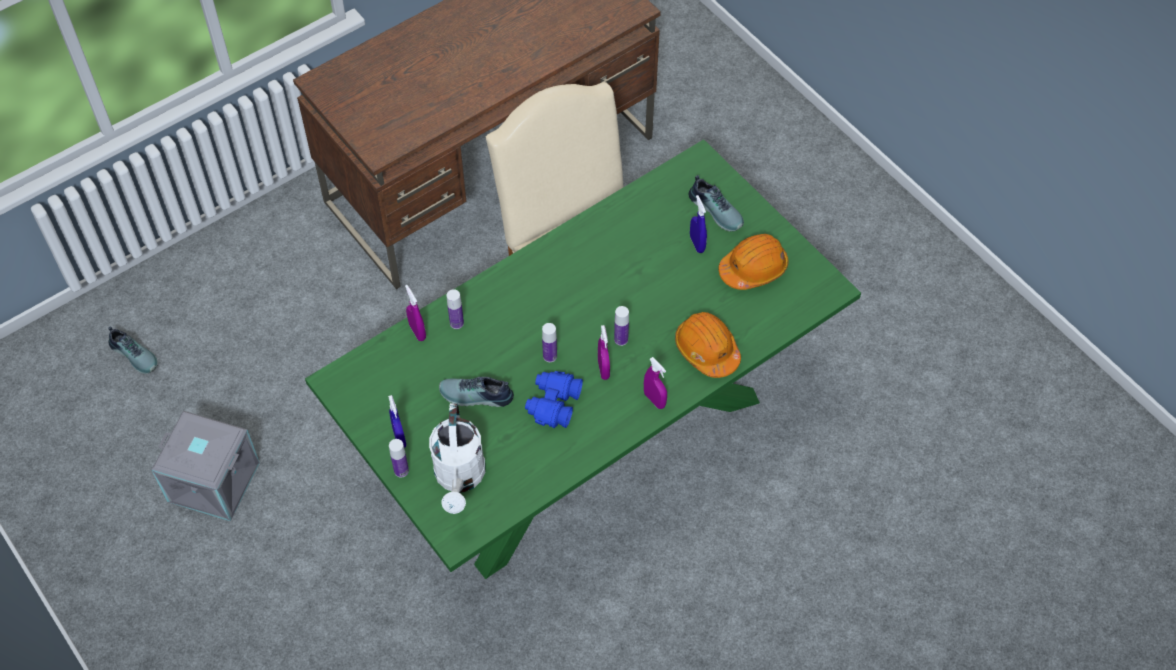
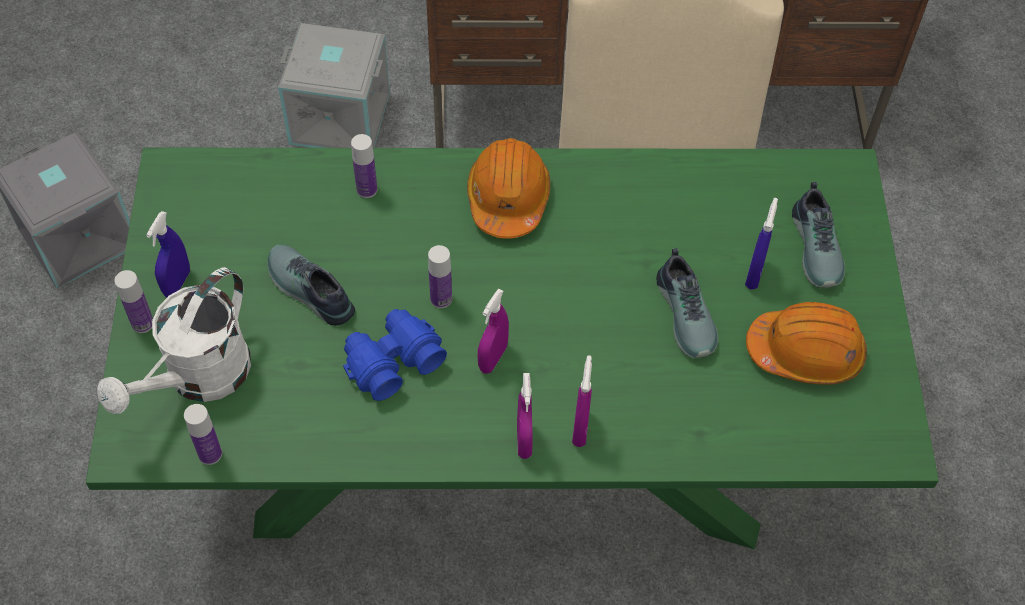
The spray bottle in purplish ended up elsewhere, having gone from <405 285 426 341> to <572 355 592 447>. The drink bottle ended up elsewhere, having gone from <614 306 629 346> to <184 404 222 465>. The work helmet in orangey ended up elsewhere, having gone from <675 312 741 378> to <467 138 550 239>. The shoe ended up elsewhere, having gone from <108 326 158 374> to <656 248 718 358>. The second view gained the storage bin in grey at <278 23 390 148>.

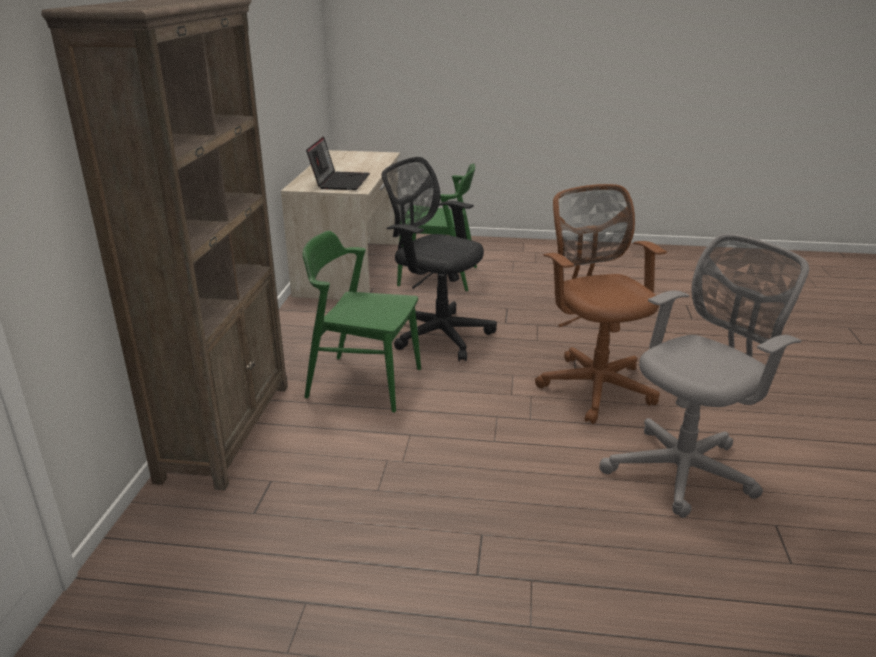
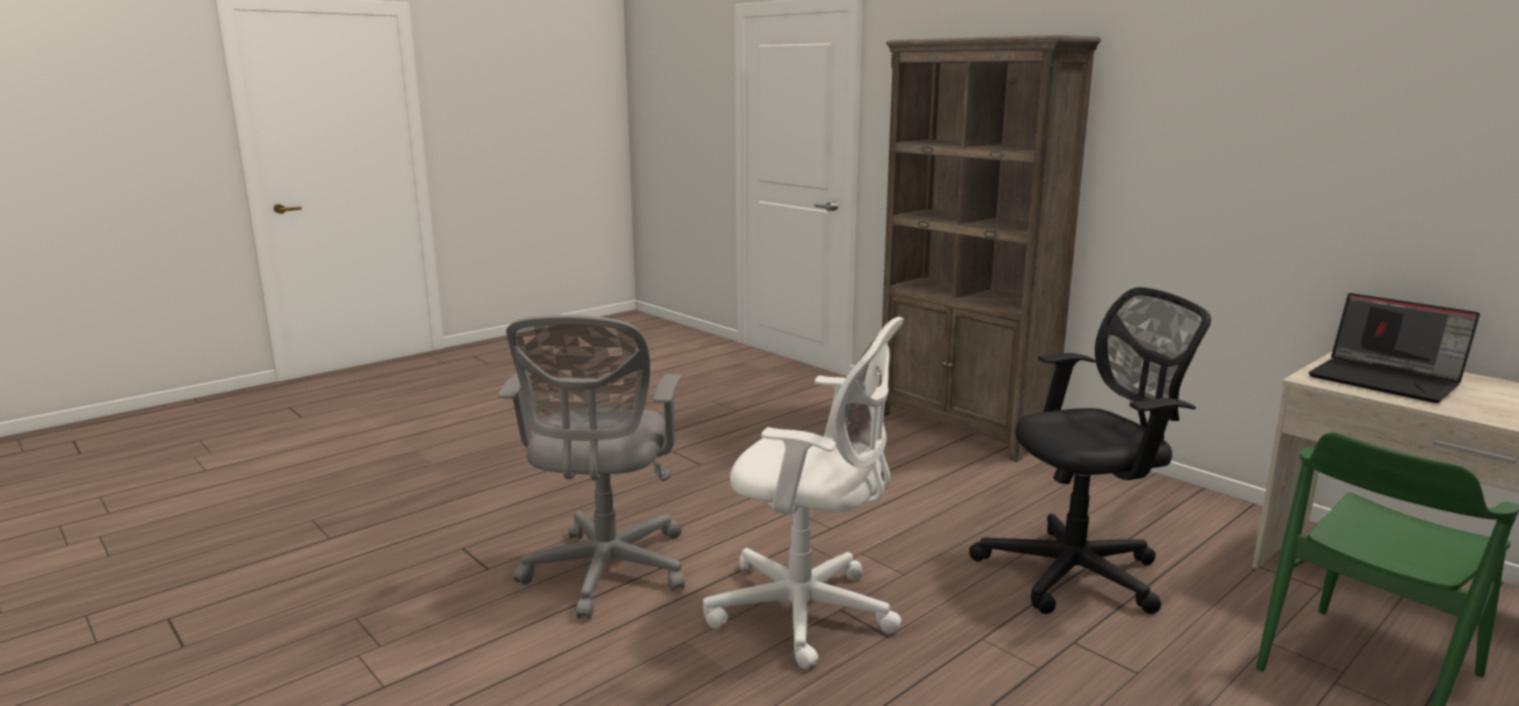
What was the computer chair in brownish at <535 184 667 424> turned into the computer chair in white at <703 317 904 670>. The second view lost the upright chair in greenish at <303 231 421 413>.

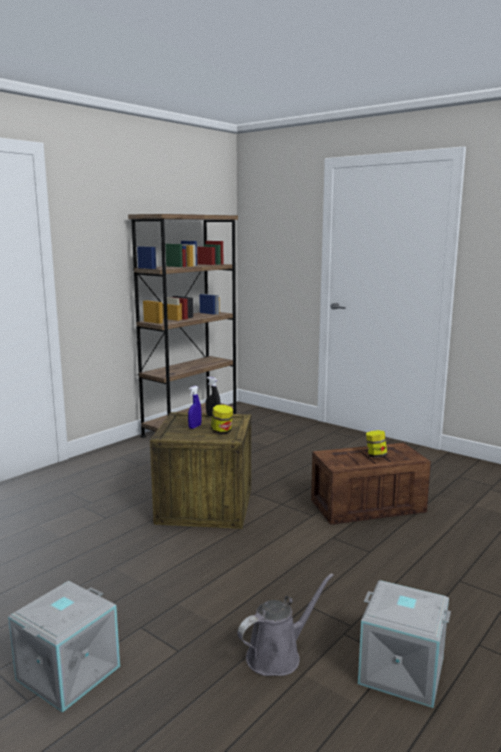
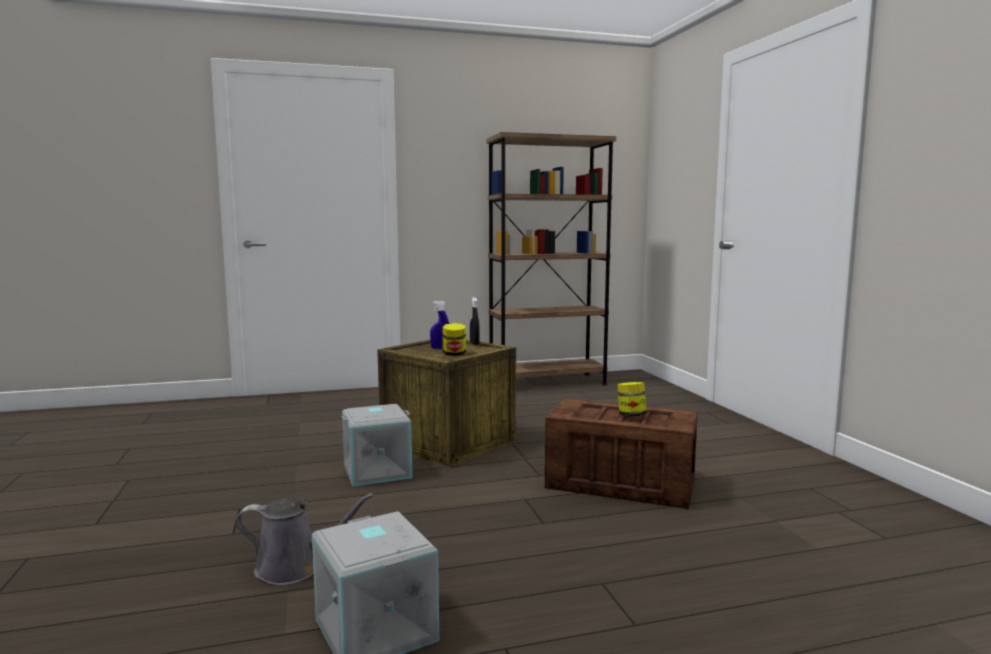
The storage bin in grey ended up elsewhere, having gone from <8 581 120 713> to <341 404 413 487>.

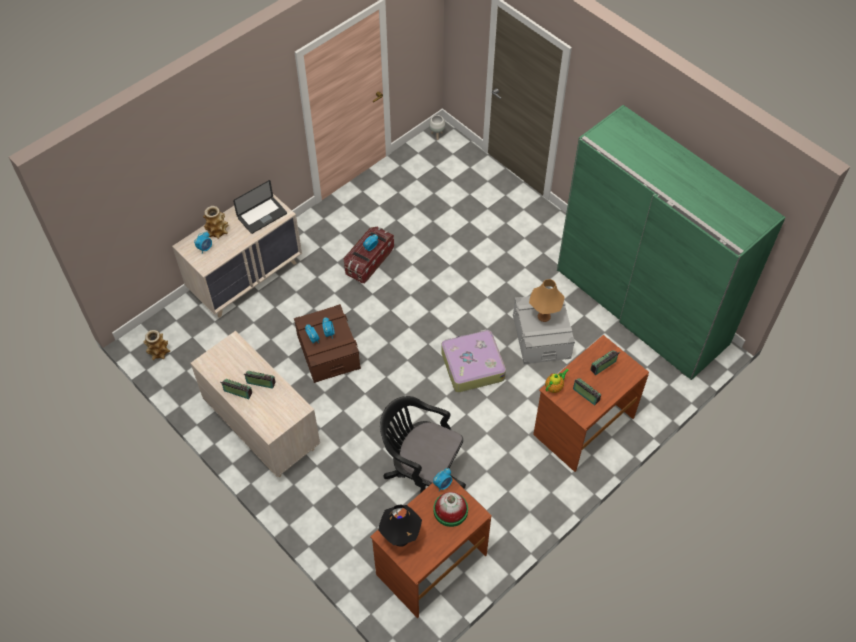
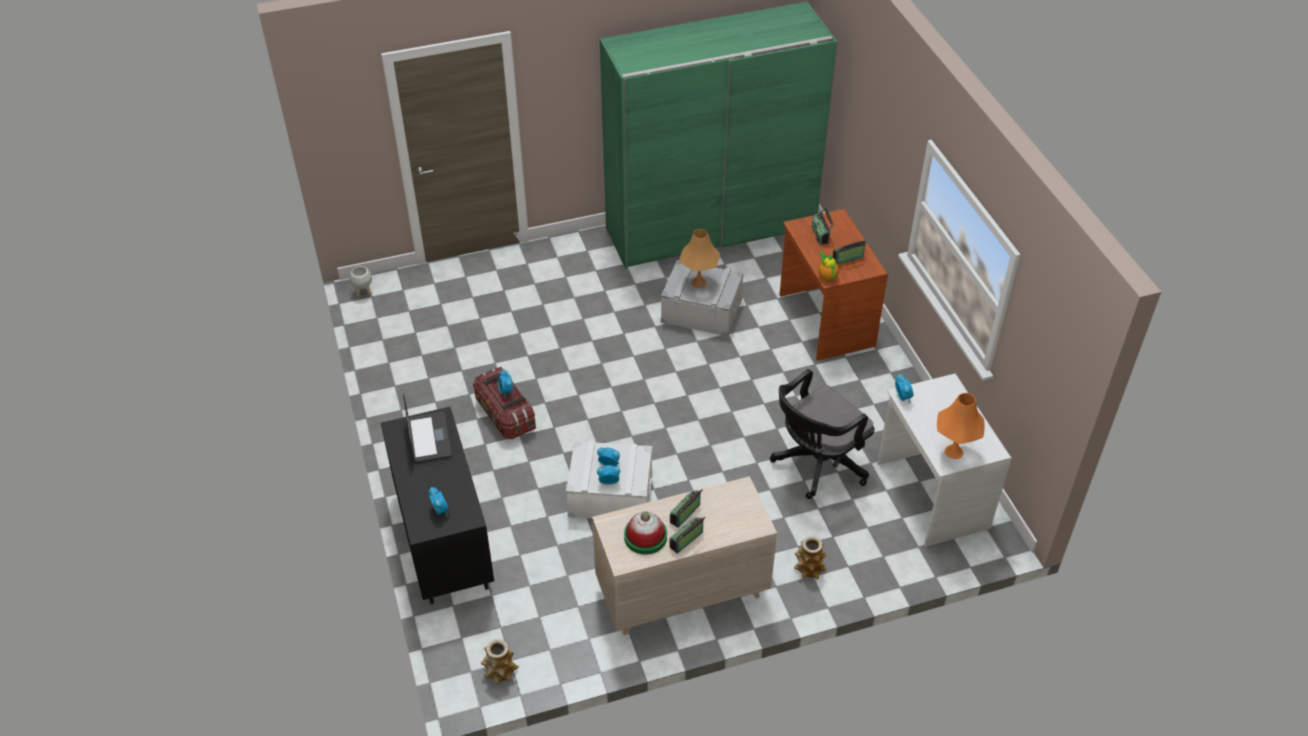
What was the dresser in beige-coloured at <172 194 302 318> turned into the dresser in black at <381 406 494 604>. The vase ended up elsewhere, having gone from <203 206 229 239> to <794 536 826 579>. What was the storage bin in brownish at <294 304 361 383> turned into the storage bin in white at <566 441 652 518>. The second view lost the piece of luggage at <441 329 506 392>. What was the desk in brownish at <370 478 492 618> turned into the desk in white at <877 374 1012 547>. The hat ended up elsewhere, having gone from <434 492 468 527> to <624 511 667 555>. What was the tabletop lamp in black at <378 505 422 547> turned into the tabletop lamp in orangey at <937 393 985 459>.

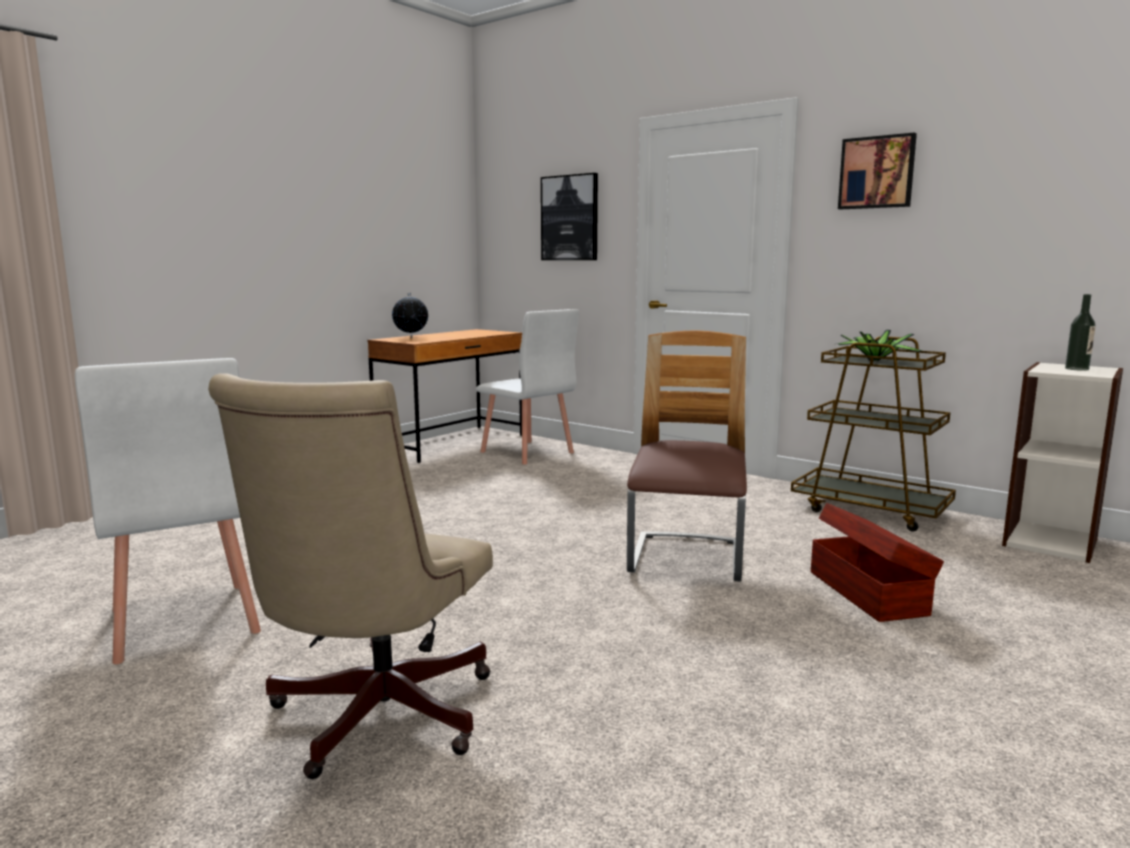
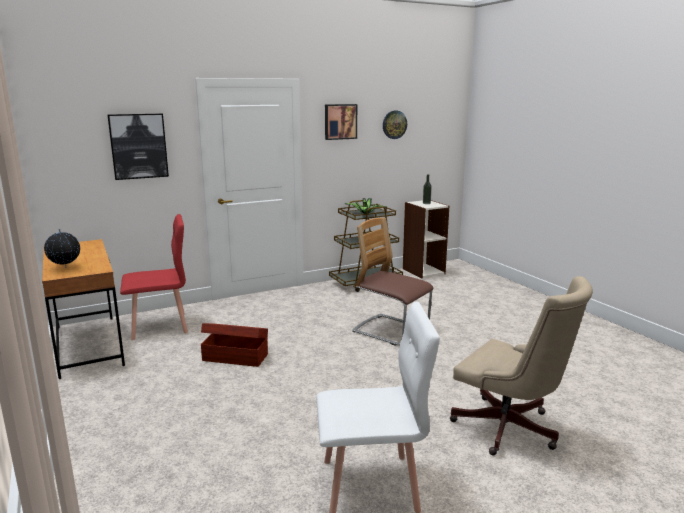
What was the upright chair in white at <476 309 579 465> turned into the upright chair in red-coloured at <120 214 188 340>. The storage bin in brownish ended up elsewhere, having gone from <811 503 944 622> to <201 323 268 367>. The second view gained the clock on the wall at <383 111 407 139>.

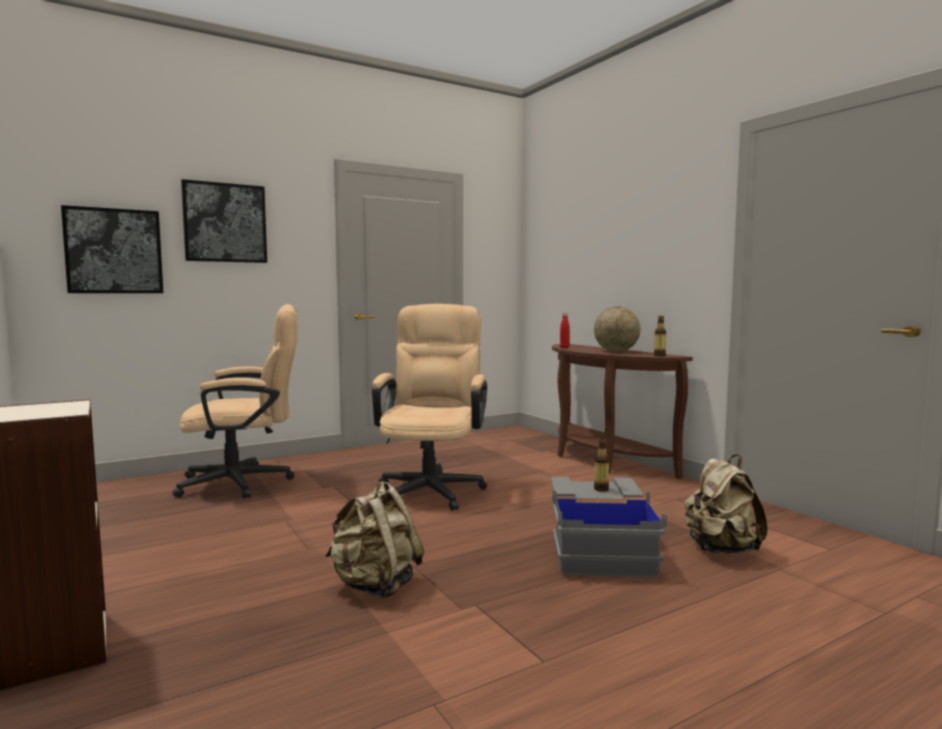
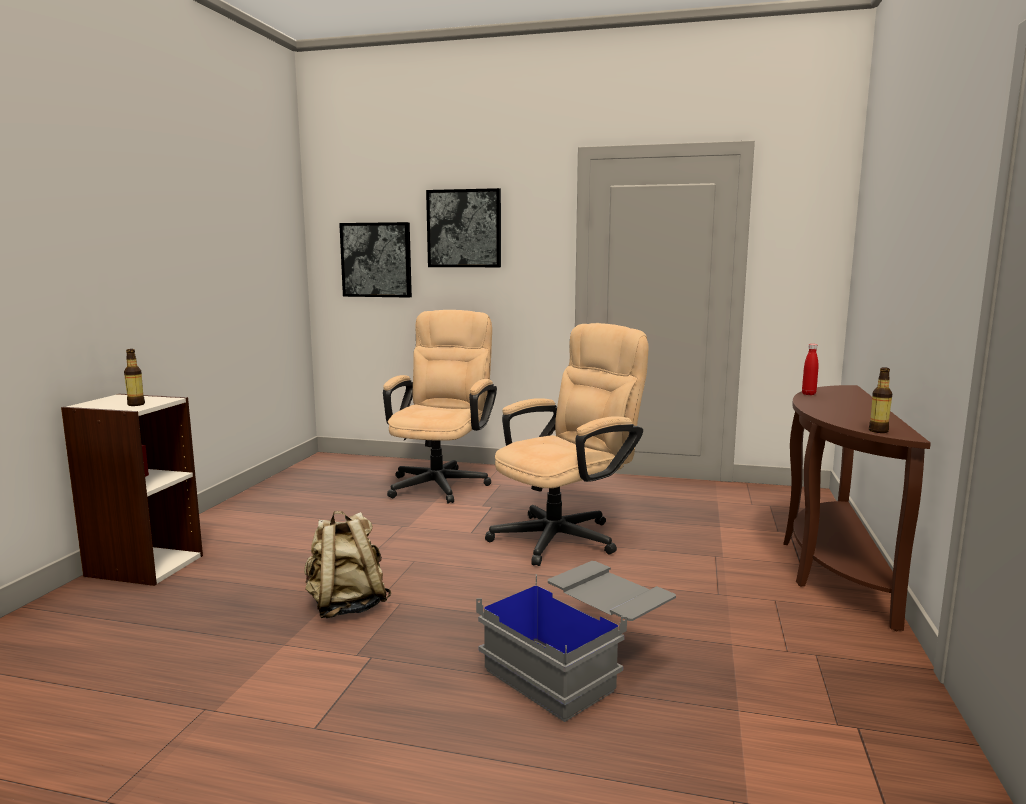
The computer chair in beige-coloured at <172 304 298 498> ended up facing another way, 105 degrees counterclockwise from before. The second view lost the desk globe at <594 307 640 352>. The drink bottle ended up elsewhere, having gone from <594 438 609 492> to <124 349 145 406>. The second view lost the backpack in beige-coloured at <684 454 767 553>.

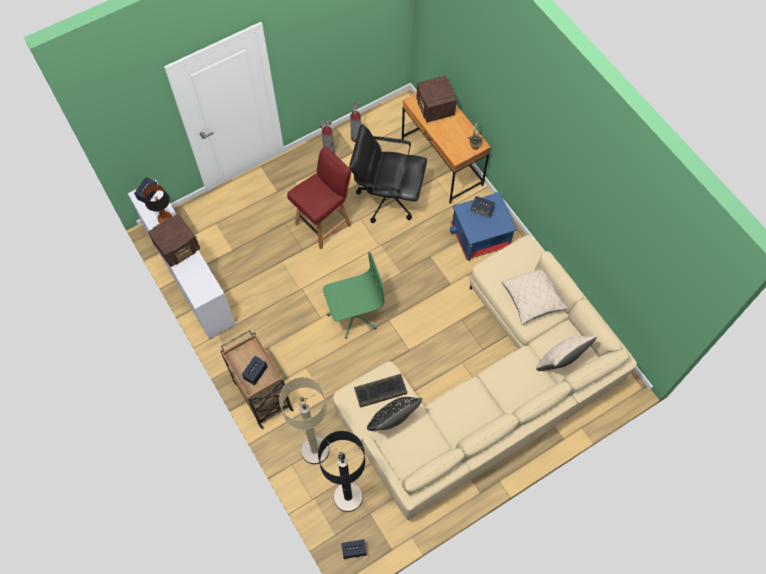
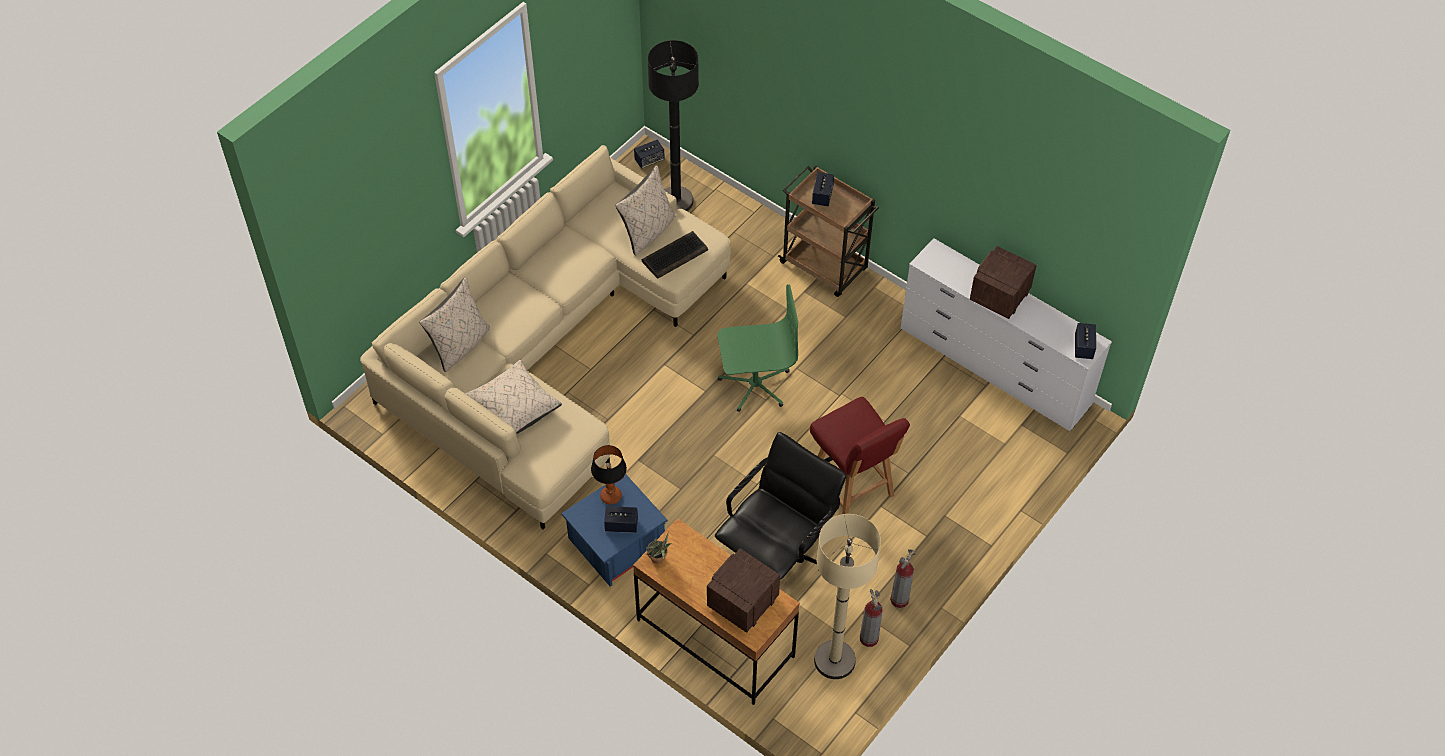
The radio at <416 75 457 123> ended up facing another way, 105 degrees counterclockwise from before. The computer chair in black at <349 124 427 223> ended up facing another way, 45 degrees counterclockwise from before. The upright chair in red-coloured at <287 147 352 249> ended up facing another way, 60 degrees counterclockwise from before. The tabletop lamp ended up elsewhere, having gone from <144 184 172 223> to <591 445 627 505>. The computer chair in greenish at <323 252 384 339> ended up facing another way, 150 degrees counterclockwise from before. The standing lamp in beige-coloured ended up elsewhere, having gone from <279 377 329 464> to <814 514 881 679>. What was the cushion in black at <367 397 422 431> turned into the cushion in beige-coloured at <615 165 676 255>.

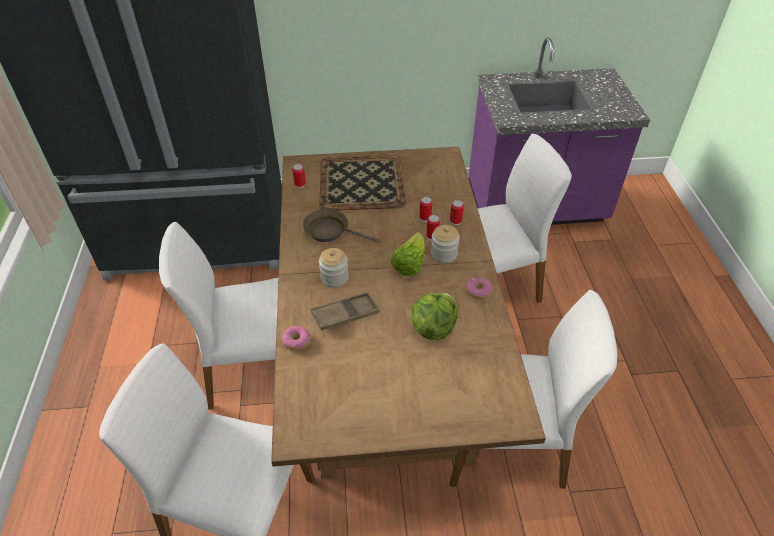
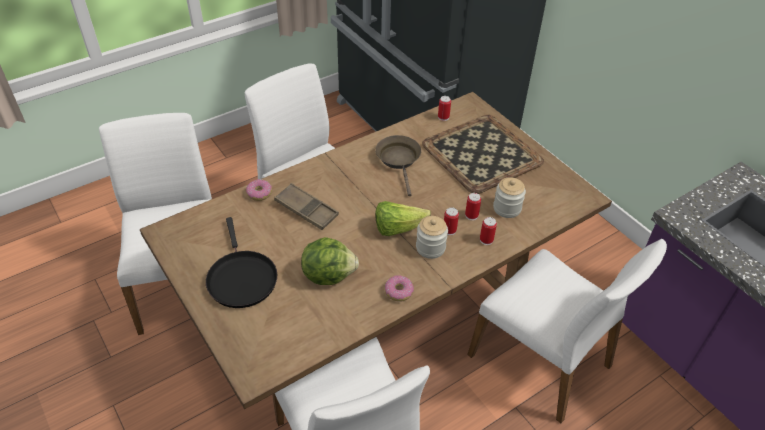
The storage jar ended up elsewhere, having gone from <319 248 349 288> to <493 177 526 218>. The second view gained the pan in black at <206 217 277 308>.

